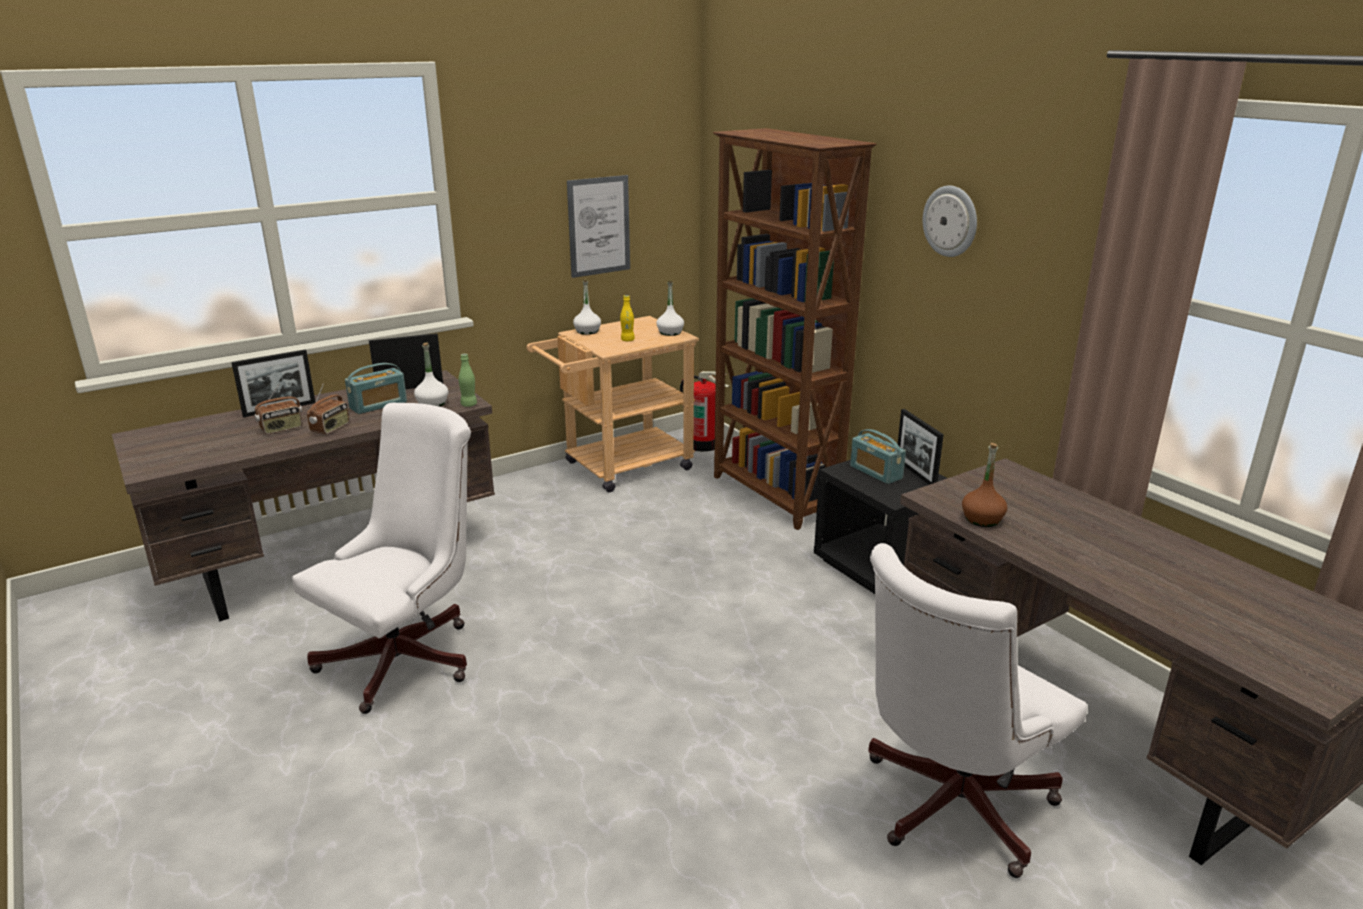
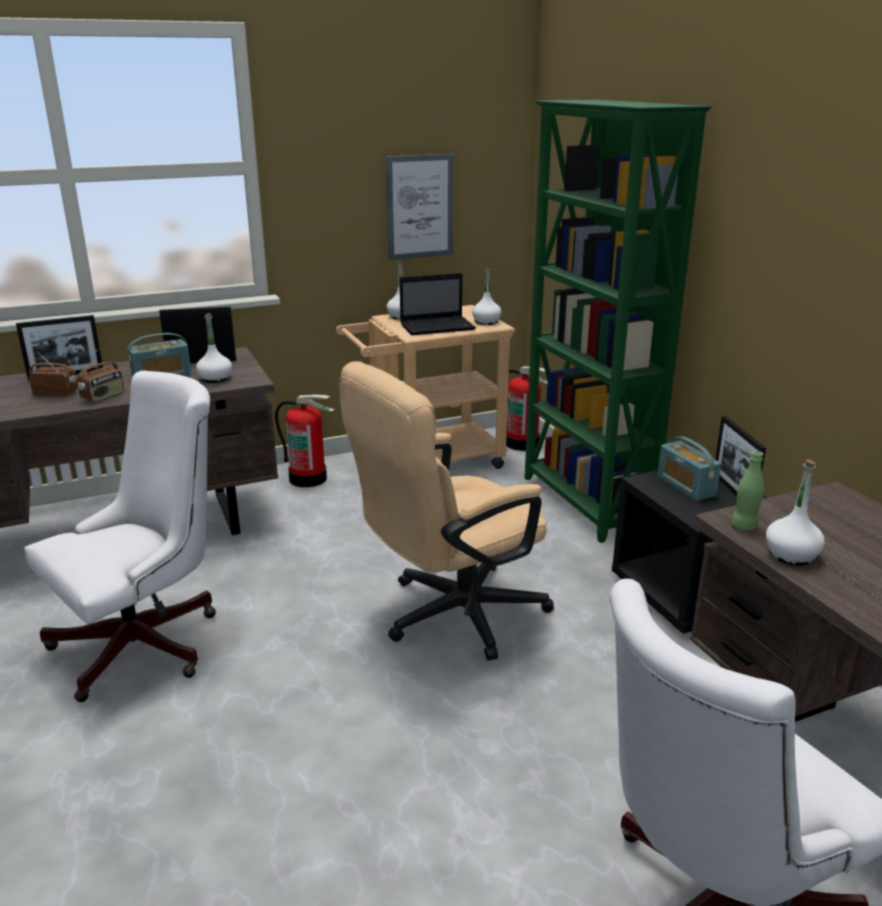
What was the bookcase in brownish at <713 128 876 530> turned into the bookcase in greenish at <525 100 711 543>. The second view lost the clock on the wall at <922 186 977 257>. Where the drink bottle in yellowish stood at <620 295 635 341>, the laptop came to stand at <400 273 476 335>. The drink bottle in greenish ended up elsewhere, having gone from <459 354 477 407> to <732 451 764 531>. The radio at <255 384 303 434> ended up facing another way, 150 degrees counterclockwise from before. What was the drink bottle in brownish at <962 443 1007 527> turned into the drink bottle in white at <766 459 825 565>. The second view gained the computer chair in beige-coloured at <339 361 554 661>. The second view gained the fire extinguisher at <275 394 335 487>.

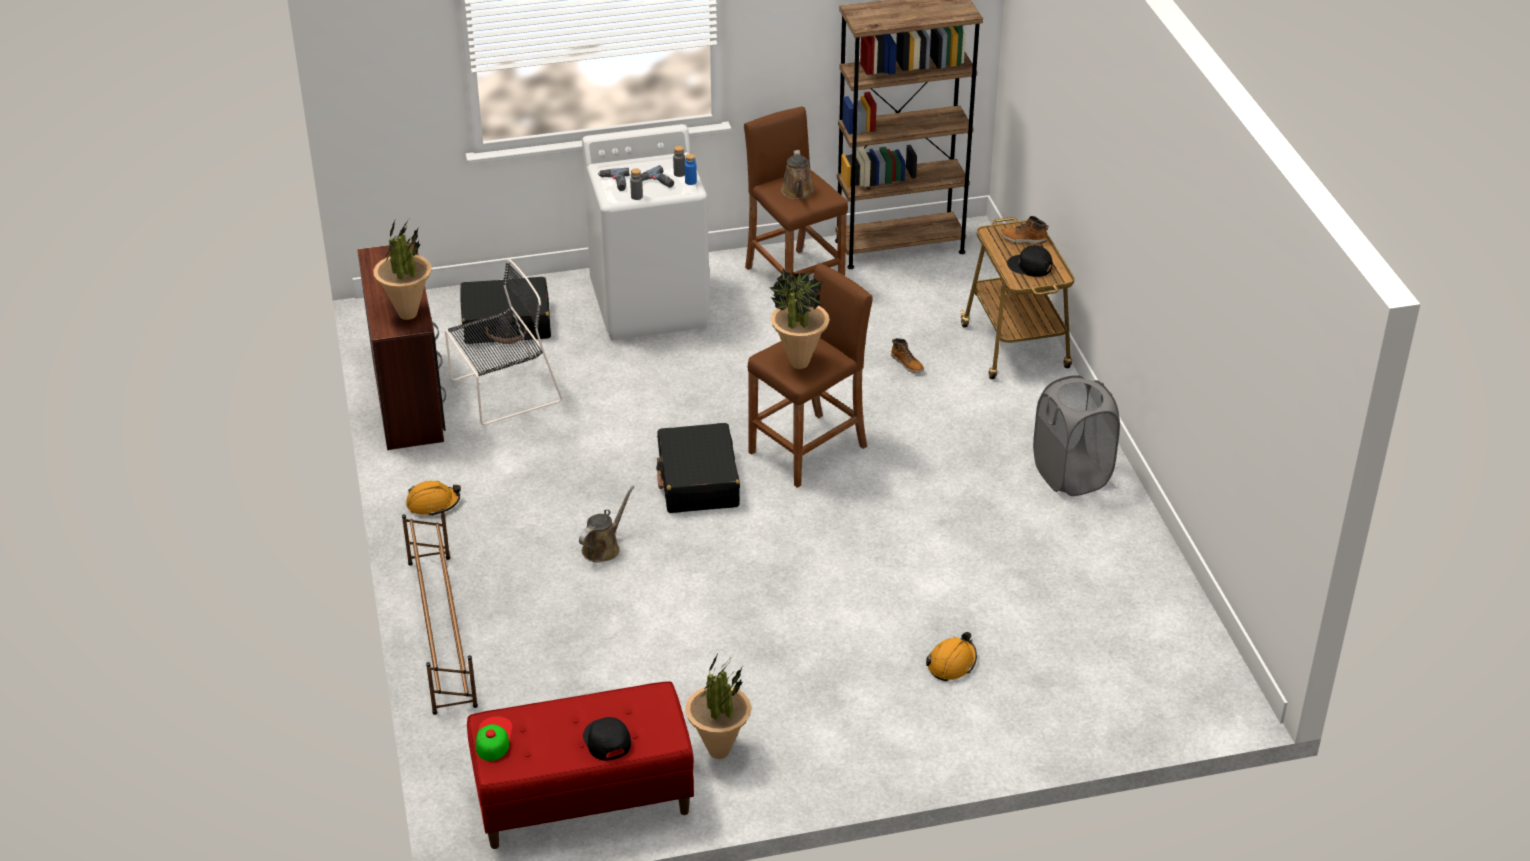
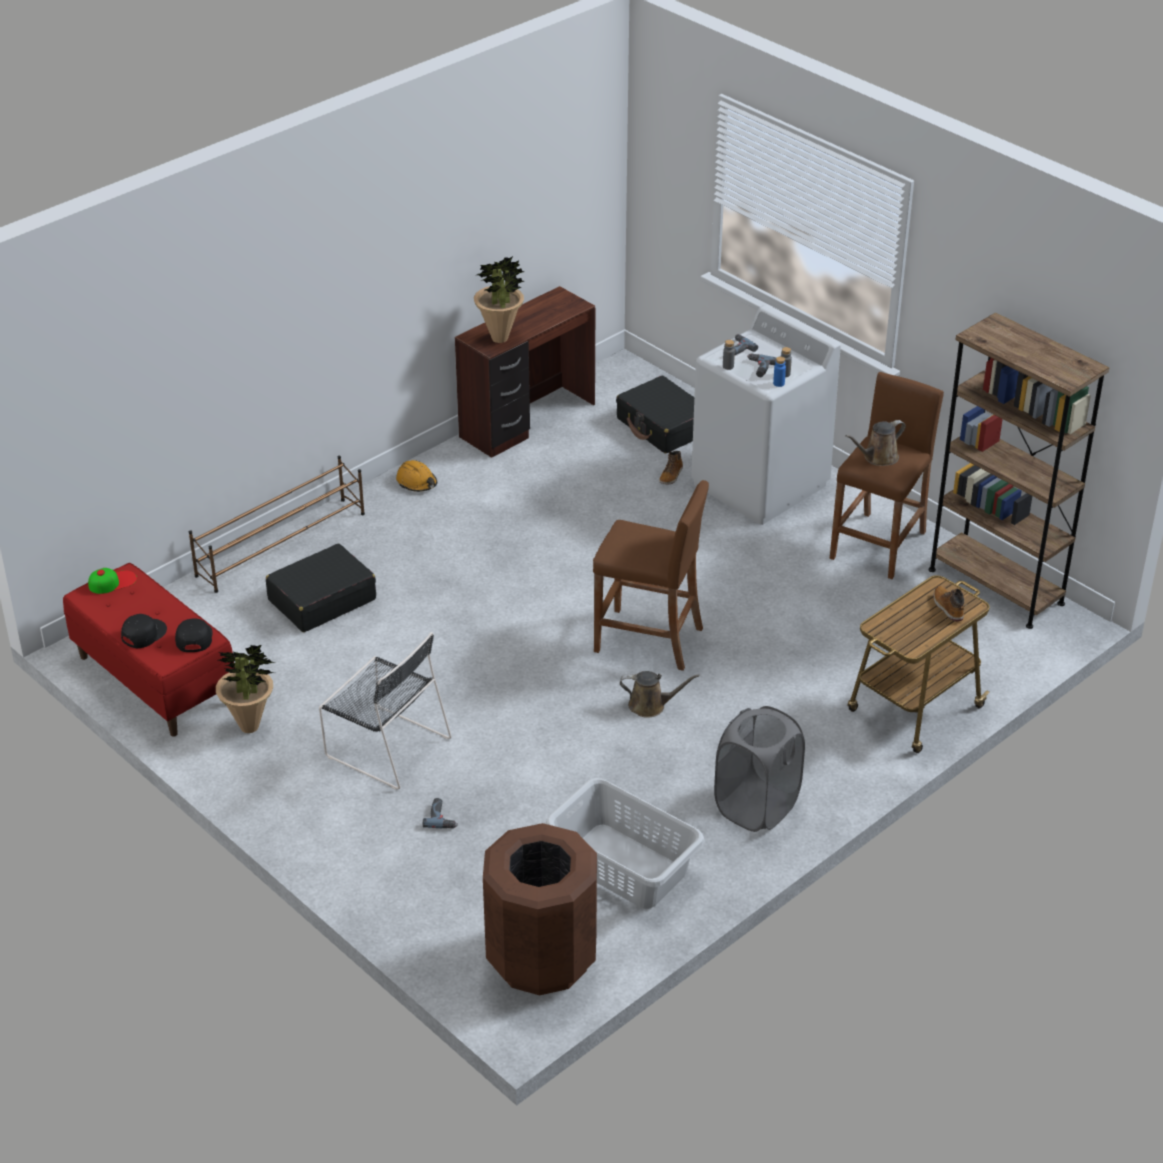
The peaked cap in black ended up elsewhere, having gone from <1007 246 1052 277> to <175 618 213 652>. The upright chair in black ended up elsewhere, having gone from <445 259 562 426> to <319 632 452 790>. The second view lost the plant in a pot at <770 268 830 369>. The boot ended up elsewhere, having gone from <891 338 924 373> to <659 451 683 484>. The piece of luggage in black ended up elsewhere, having gone from <656 423 740 513> to <266 544 376 632>. The watering can in brownish ended up elsewhere, having gone from <579 486 634 563> to <620 671 699 718>. Where the work helmet in orangey stood at <926 632 977 681>, the power drill came to stand at <423 798 458 828>. The second view gained the washing basket in grey at <545 778 704 909>. The second view gained the trash can in brownish at <483 823 597 995>.

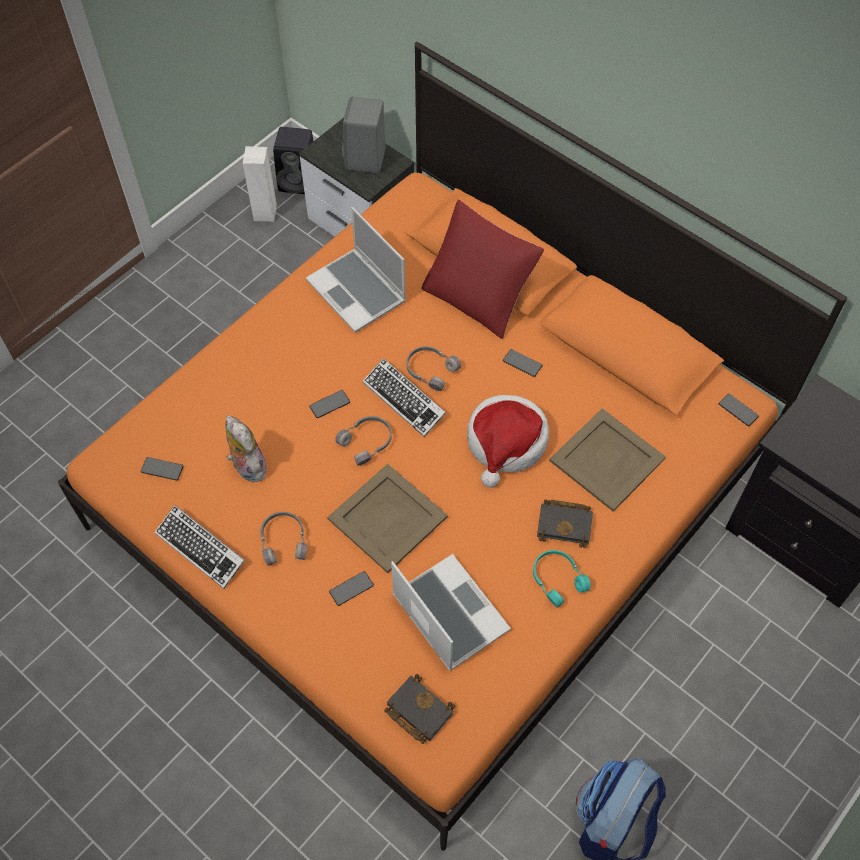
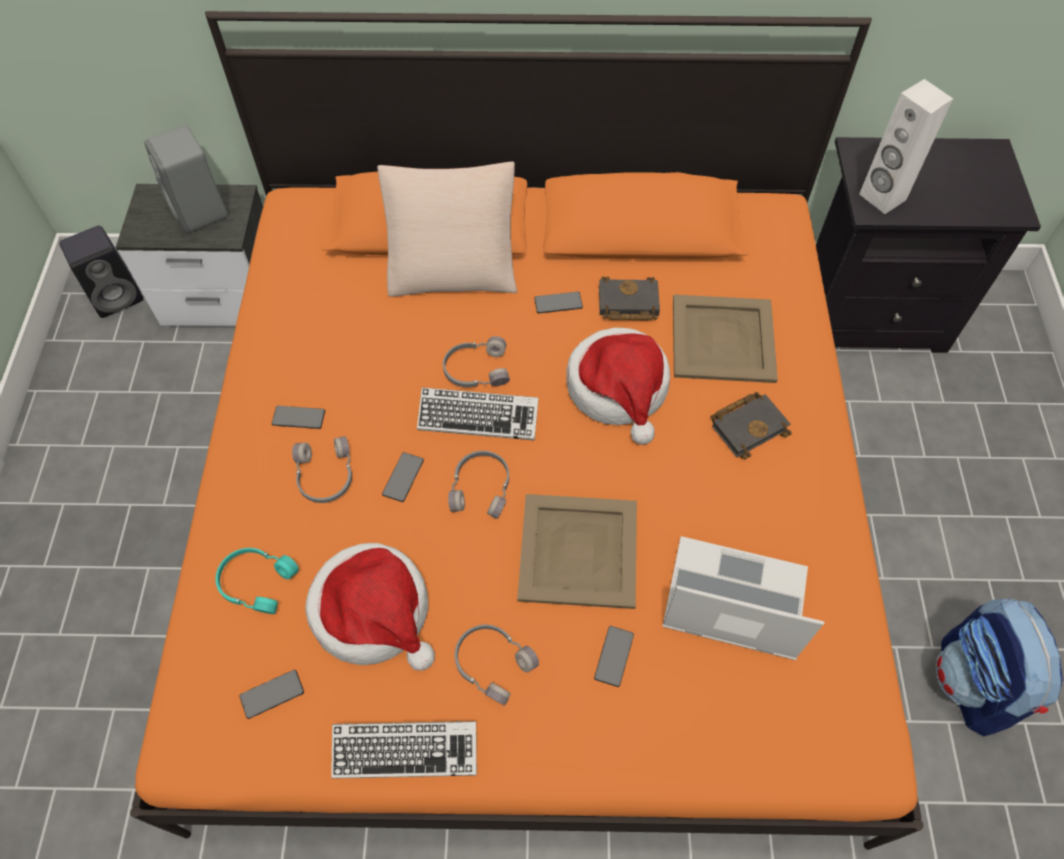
The speaker in white ended up elsewhere, having gone from <243 146 277 222> to <859 79 953 214>. What was the cushion in red-coloured at <422 199 544 339> turned into the cushion in beige-coloured at <377 162 517 297>. The second view lost the laptop at <306 207 406 333>. The handset ended up elsewhere, having gone from <719 394 759 426> to <272 406 325 429>. Where the cuddly toy stood at <226 415 267 482>, the hat came to stand at <305 543 435 671>. The headphones in turquoise ended up elsewhere, having gone from <533 550 590 608> to <215 548 299 614>. The book in black ended up elsewhere, having gone from <384 674 455 744> to <599 276 660 320>. The second view gained the headphones in grey at <292 436 352 503>.

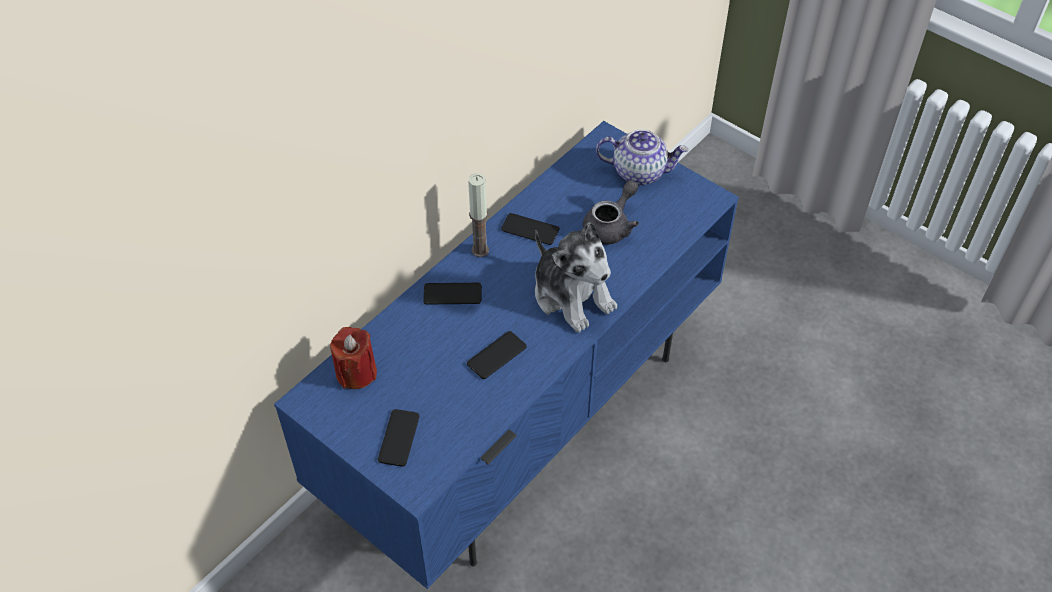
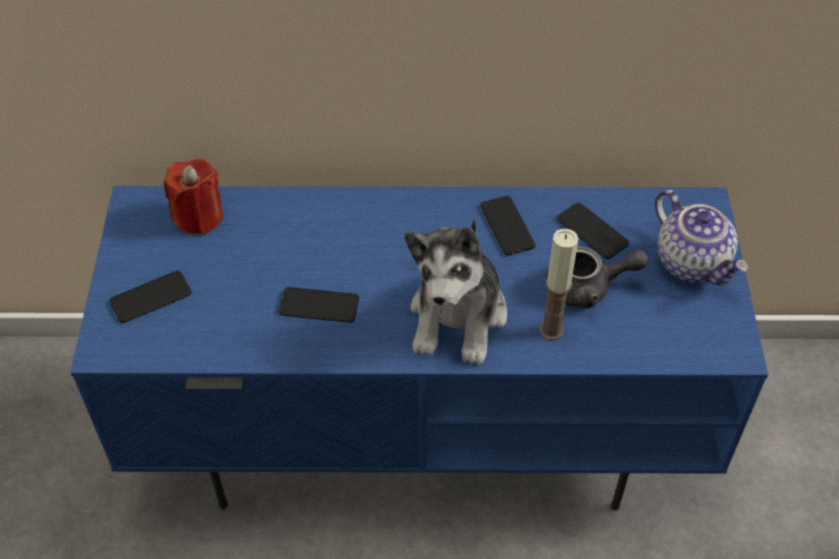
The wax light ended up elsewhere, having gone from <468 173 489 257> to <539 229 578 340>. The handset ended up elsewhere, having gone from <423 283 482 304> to <557 202 629 259>.

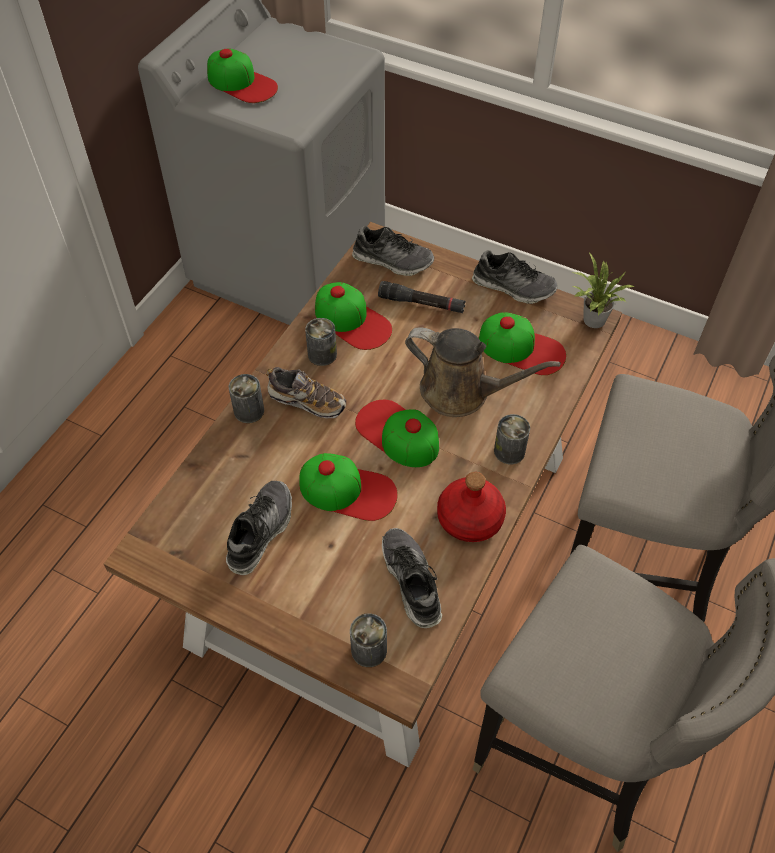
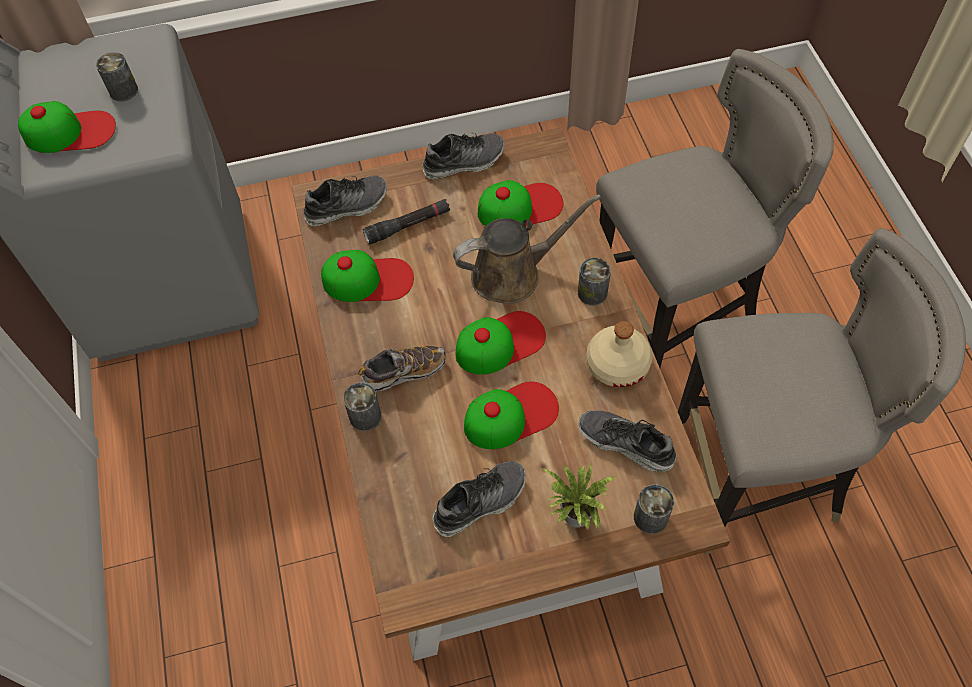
The plant in a pot ended up elsewhere, having gone from <571 253 635 328> to <541 464 615 530>. The metal can ended up elsewhere, having gone from <305 318 337 366> to <96 52 138 101>. The peaked cap at <355 400 439 467> ended up facing another way, 150 degrees clockwise from before. What was the drink bottle in red-coloured at <437 472 506 542> turned into the drink bottle in beige-coloured at <586 321 652 387>. The shoe at <226 481 292 575> ended up facing another way, 75 degrees clockwise from before.

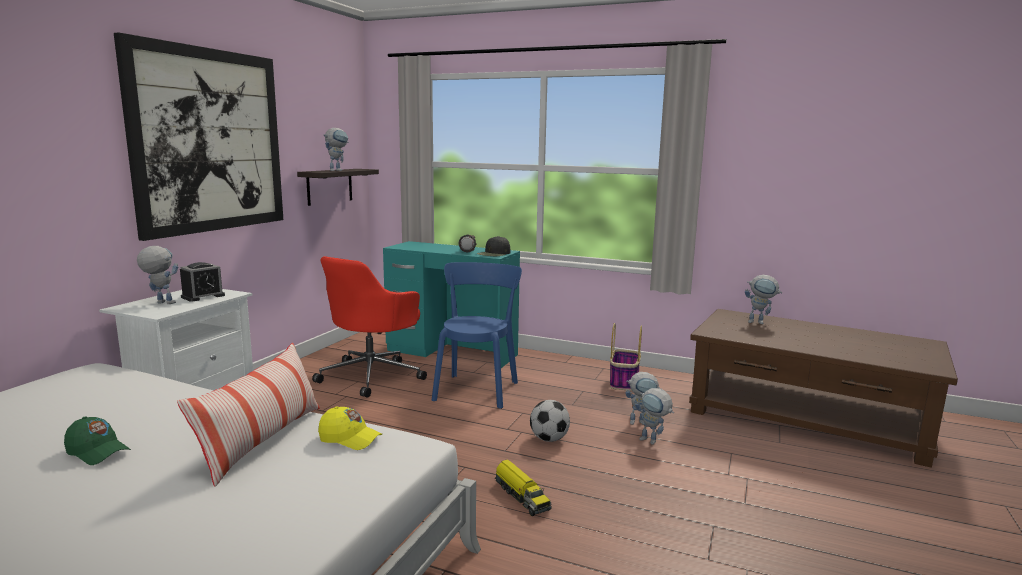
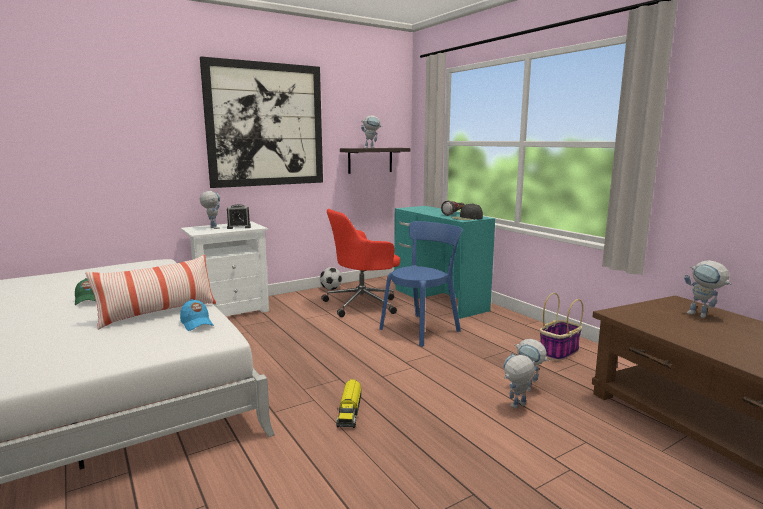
The model robot at <635 388 674 445> ended up facing another way, 75 degrees clockwise from before. The football ended up elsewhere, having gone from <530 400 570 442> to <320 267 342 290>. What was the peaked cap in yellowish at <318 406 382 450> turned into the peaked cap in blue-coloured at <180 299 214 331>.

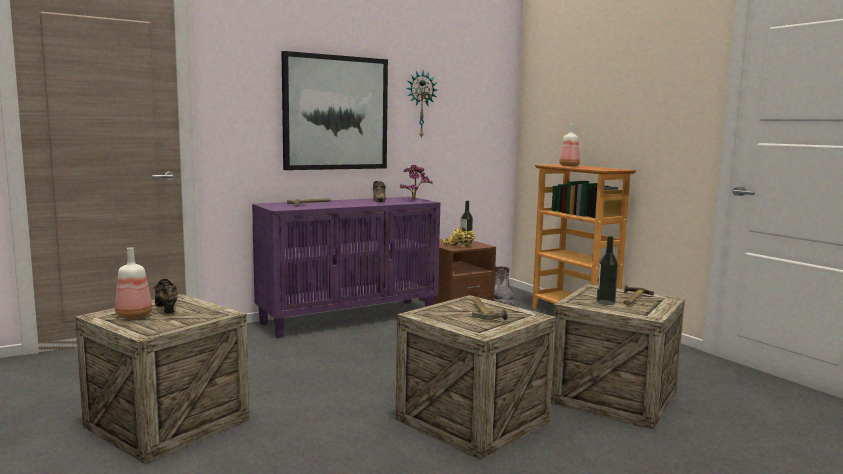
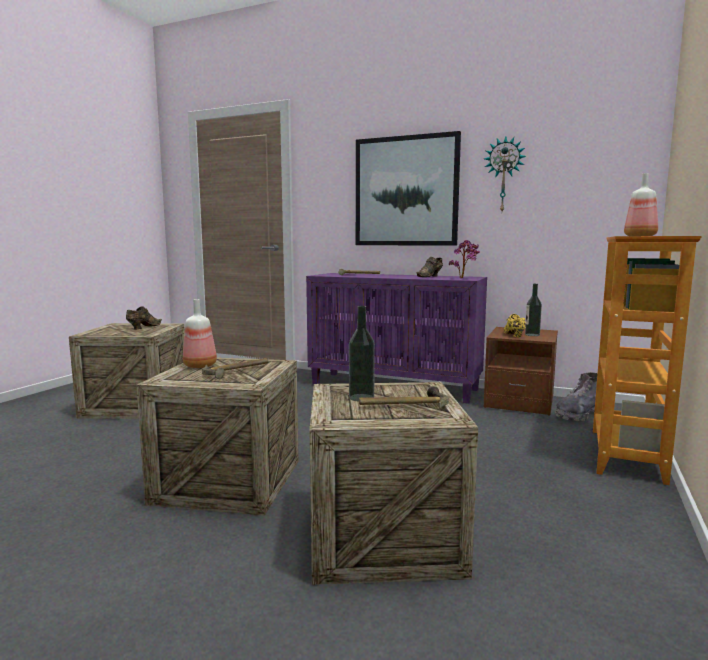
The drink bottle ended up elsewhere, having gone from <115 247 152 319> to <183 299 217 368>.

